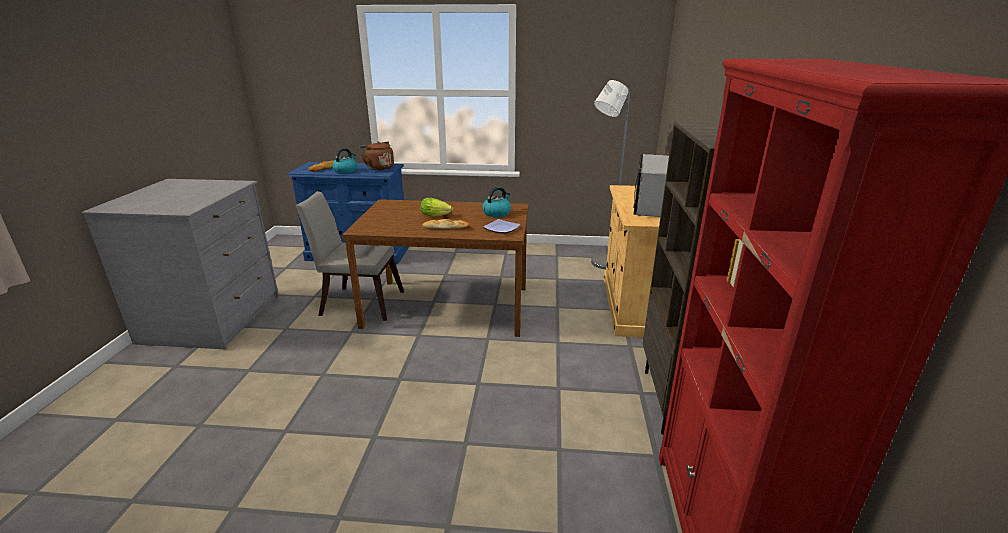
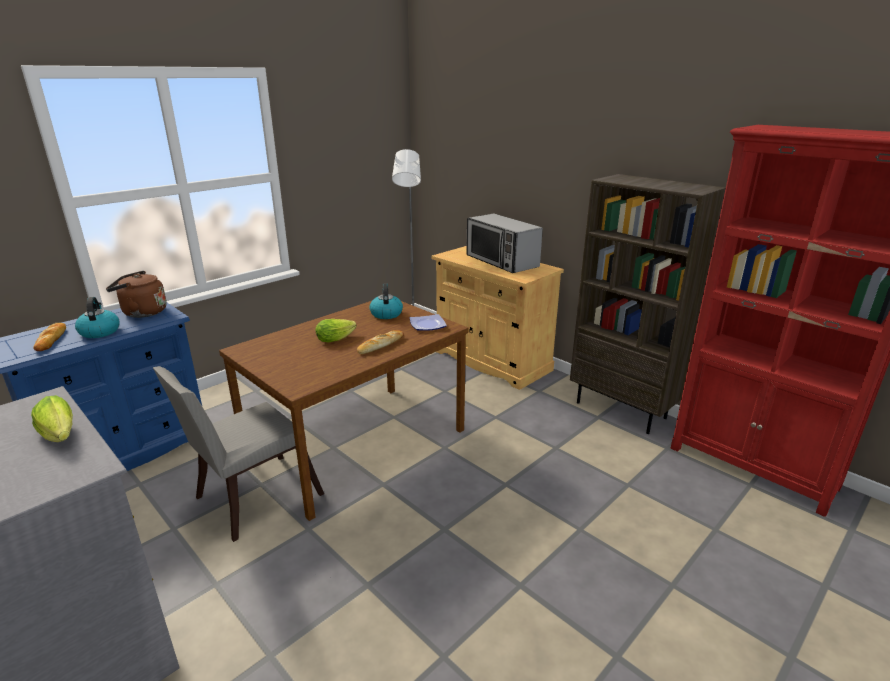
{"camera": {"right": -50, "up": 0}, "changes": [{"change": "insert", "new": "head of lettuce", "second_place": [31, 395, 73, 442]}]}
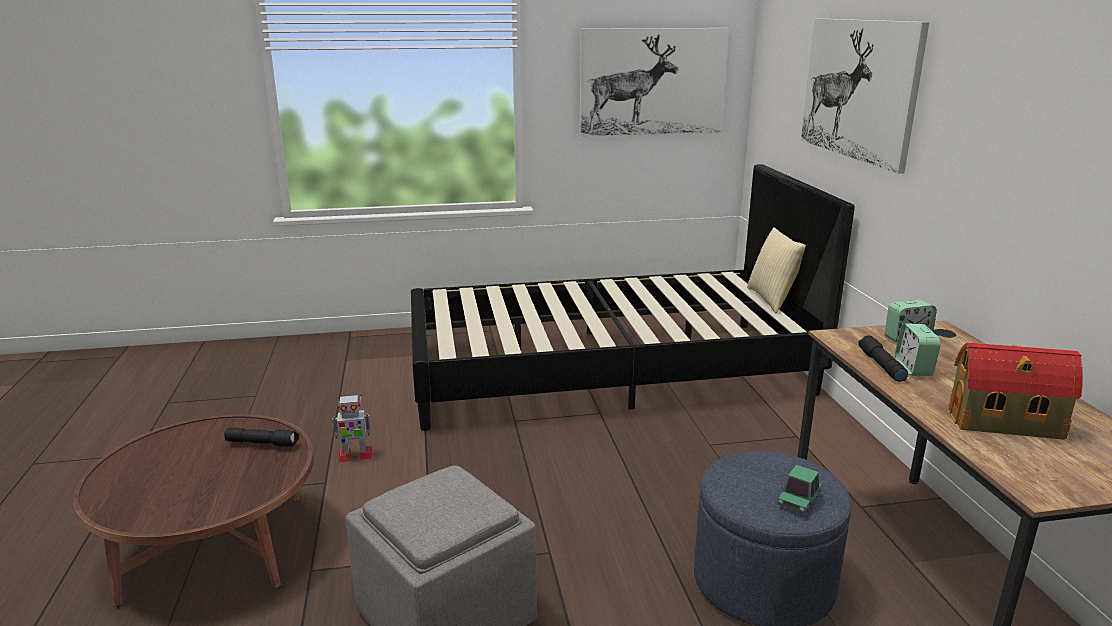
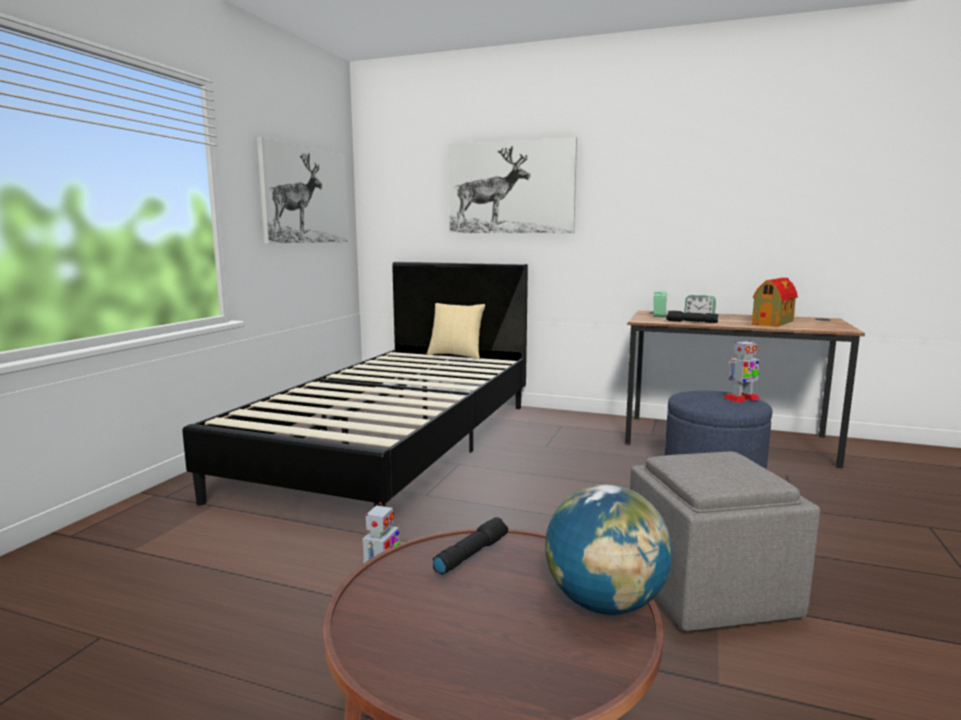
{"camera": {"right": -60, "up": -10}, "changes": [{"change": "insert", "new": "globe", "second_place": [545, 484, 672, 615]}, {"change": "replace", "old": "miniature car", "new": "toy robot", "first_place": [778, 465, 822, 514], "second_place": [724, 340, 760, 403]}]}
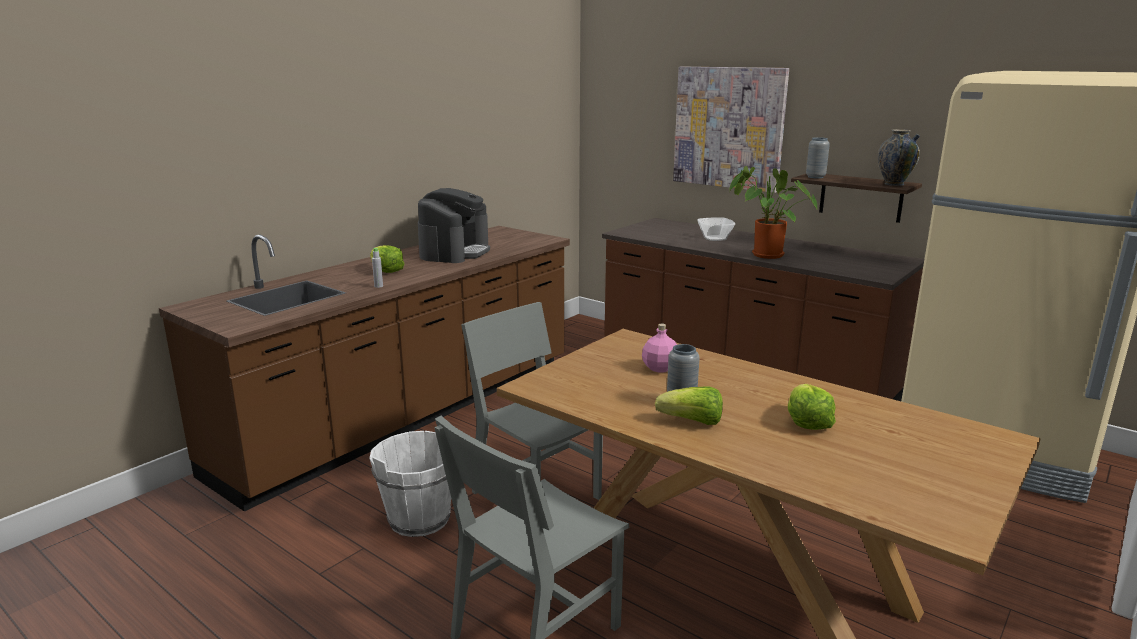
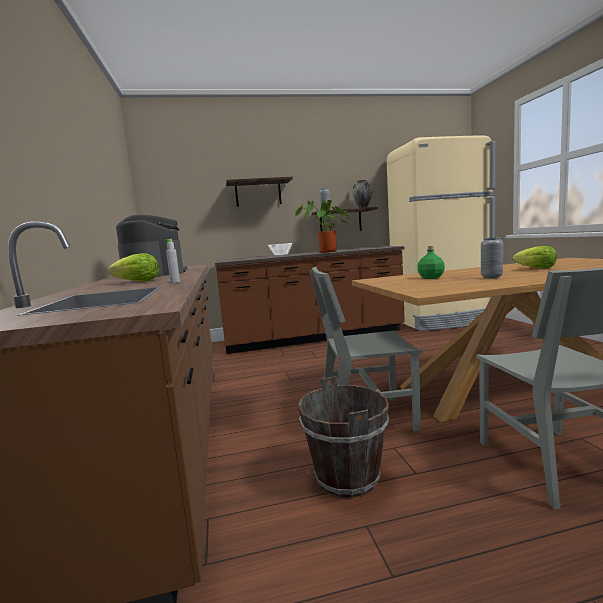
{"camera": {"right": -50, "up": -10}, "changes": [{"change": "replace", "old": "picture", "new": "wall shelf", "first_place": [673, 67, 789, 193], "second_place": [226, 177, 293, 207]}, {"change": "recolor", "old": "white bucket", "new": "brown bucket", "first_place": [369, 431, 451, 537], "second_place": [298, 376, 389, 498]}, {"change": "recolor", "old": "pink-coloured beverage bottle", "new": "green beverage bottle", "first_place": [642, 324, 677, 372], "second_place": [417, 246, 445, 279]}, {"change": "delete", "old": "head of lettuce", "first_place": [655, 387, 723, 425]}]}
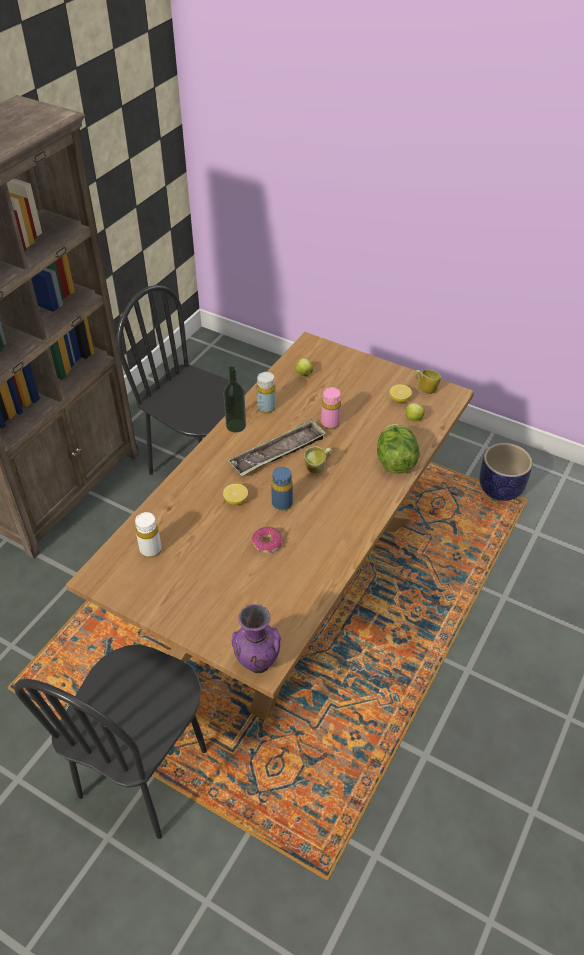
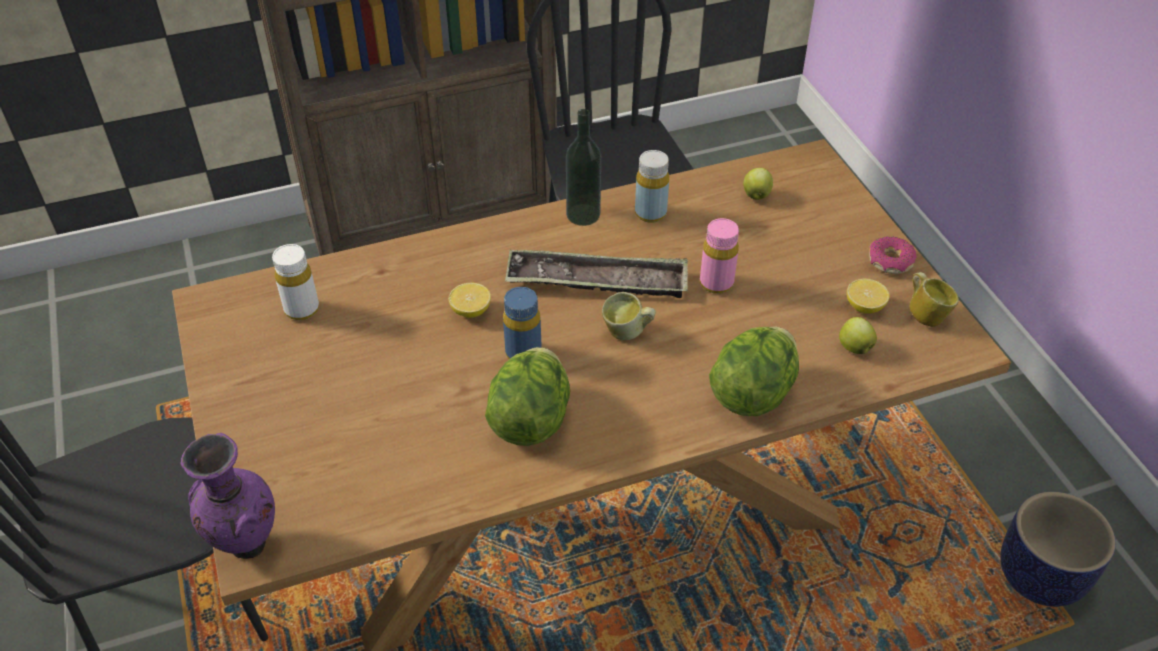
{"camera": {"right": 40, "up": 0}, "changes": [{"change": "insert", "new": "head of lettuce", "second_place": [485, 347, 570, 446]}, {"change": "move", "old": "donut", "first_place": [252, 527, 282, 553], "second_place": [869, 236, 917, 274]}]}
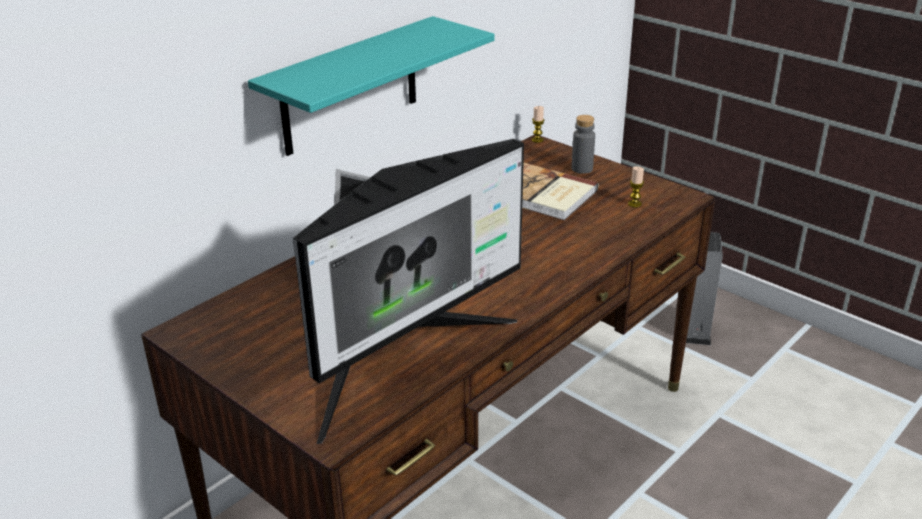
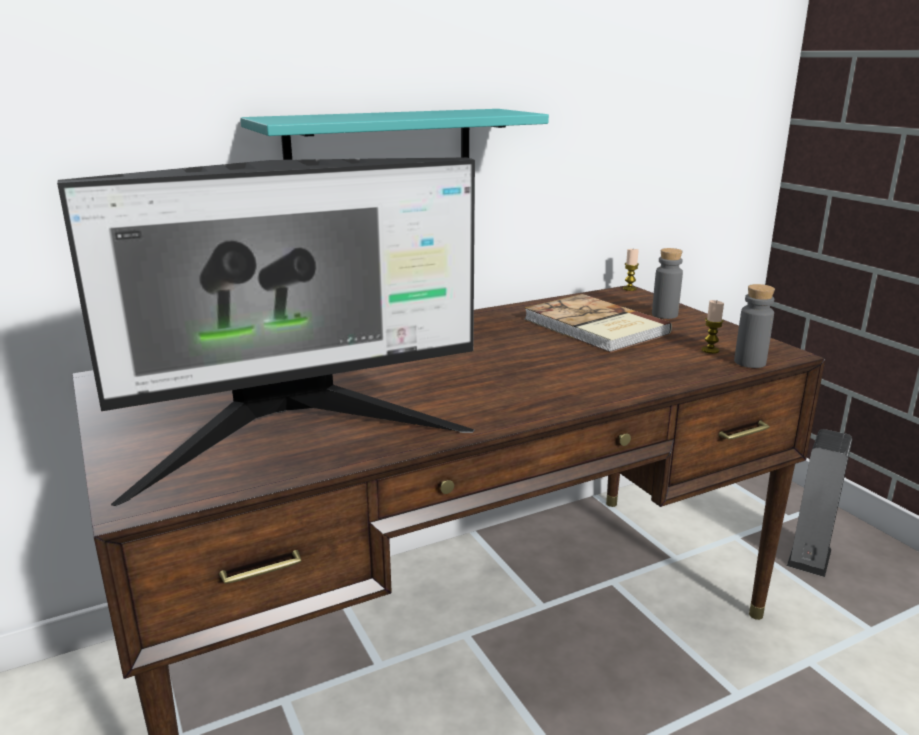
{"camera": {"right": 20, "up": -10}, "changes": [{"change": "insert", "new": "grey beverage bottle", "second_place": [734, 284, 775, 368]}]}
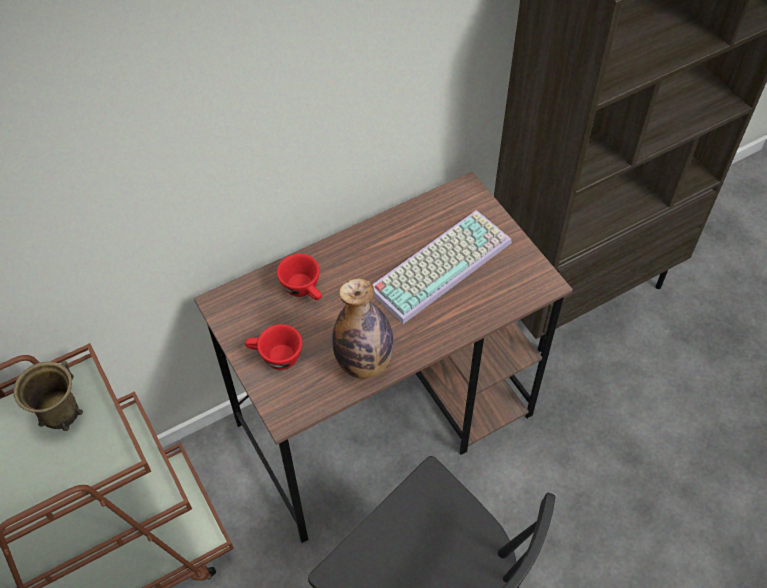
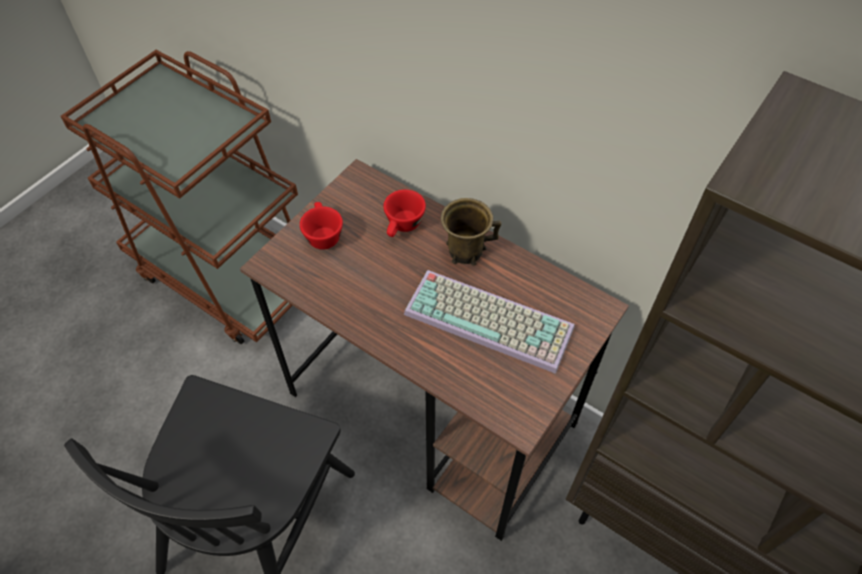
{"camera": {"right": 65, "up": 0}, "changes": [{"change": "move", "old": "brown tea mug", "first_place": [13, 361, 83, 431], "second_place": [441, 198, 501, 266]}, {"change": "delete", "old": "beverage bottle", "first_place": [332, 278, 394, 379]}]}
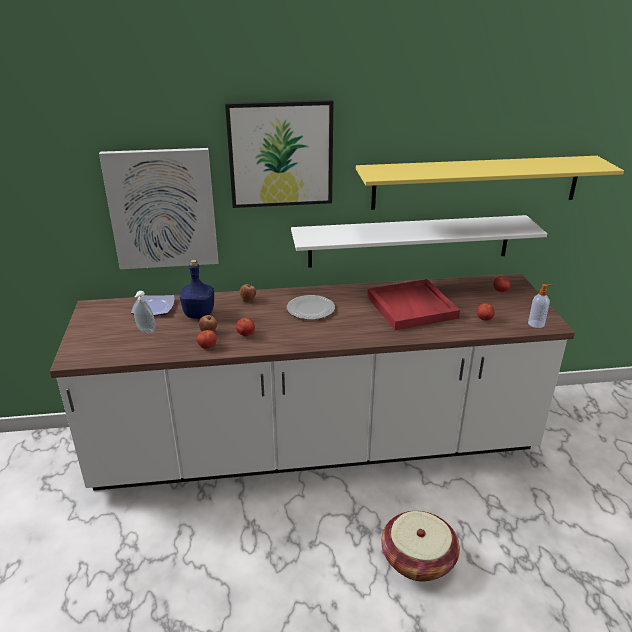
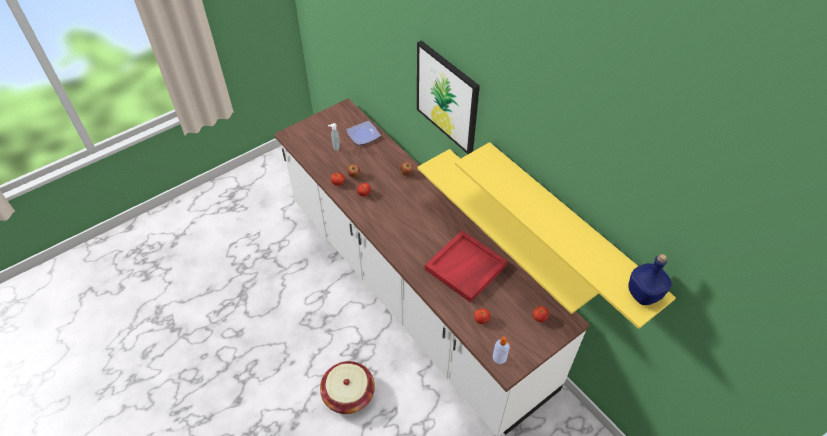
{"camera": {"right": 60, "up": 20}, "changes": [{"change": "recolor", "old": "white wall shelf", "new": "yellow wall shelf", "first_place": [291, 215, 547, 268], "second_place": [417, 149, 599, 314]}, {"change": "move", "old": "blue-coloured beverage bottle", "first_place": [180, 260, 214, 319], "second_place": [628, 254, 672, 305]}, {"change": "delete", "old": "picture", "first_place": [99, 148, 218, 269]}, {"change": "delete", "old": "plate", "first_place": [287, 295, 335, 320]}]}
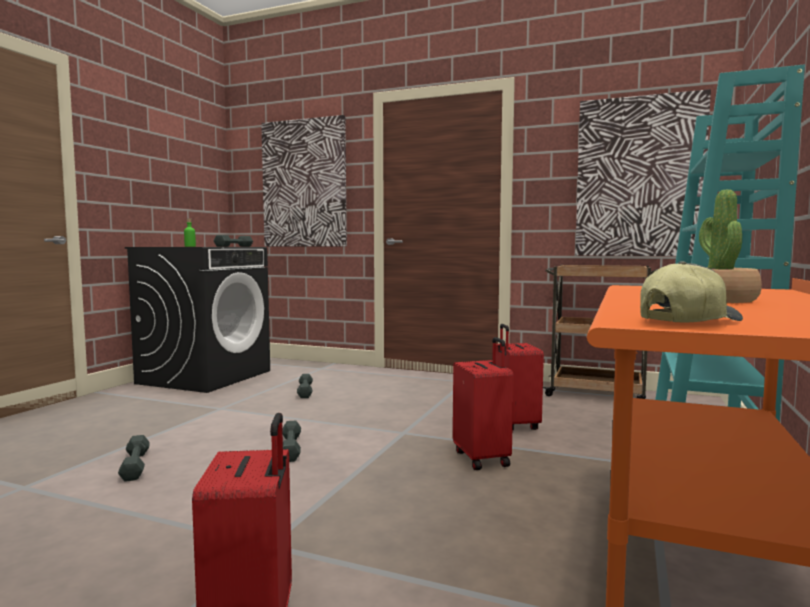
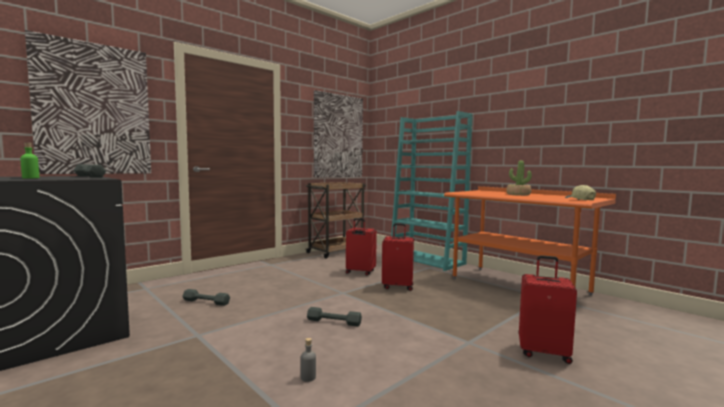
{"camera": {"right": -65, "up": 0}, "changes": [{"change": "replace", "old": "grey dumbbell", "new": "grey beverage bottle", "first_place": [118, 435, 150, 482], "second_place": [301, 338, 316, 382]}]}
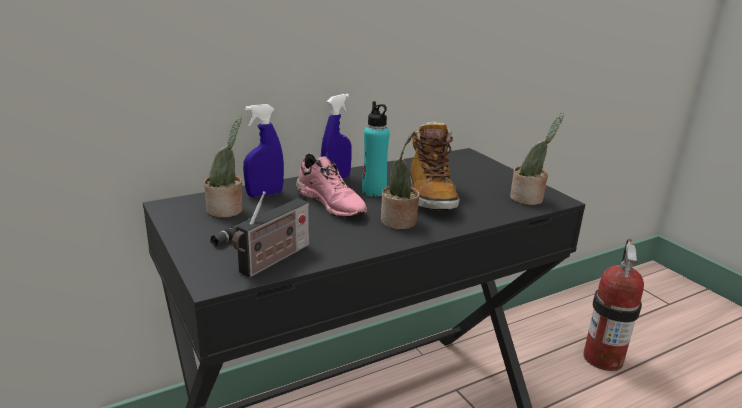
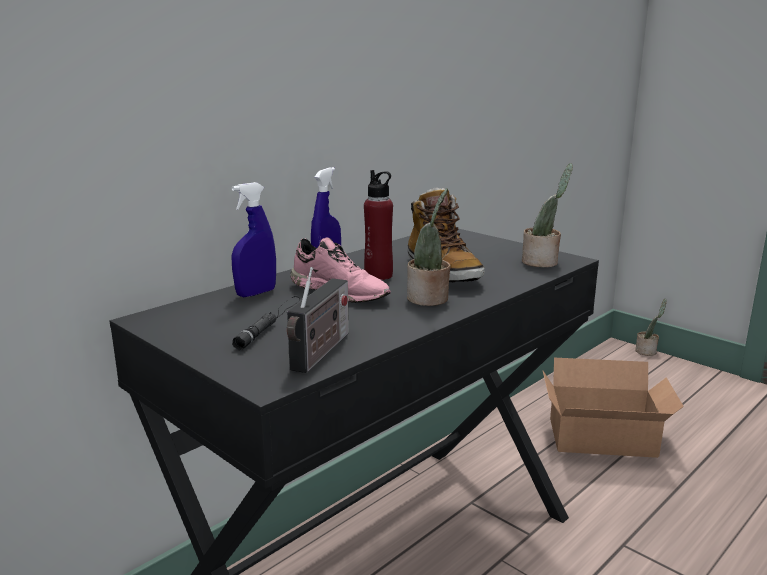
{"camera": {"right": -15, "up": -5}, "changes": [{"change": "recolor", "old": "turquoise beverage bottle", "new": "reddish beverage bottle", "first_place": [362, 101, 390, 197], "second_place": [364, 170, 393, 280]}, {"change": "replace", "old": "fire extinguisher", "new": "packing box", "first_place": [583, 238, 644, 371], "second_place": [543, 358, 684, 458]}, {"change": "move", "old": "plant in a pot", "first_place": [204, 115, 243, 218], "second_place": [635, 299, 667, 356]}]}
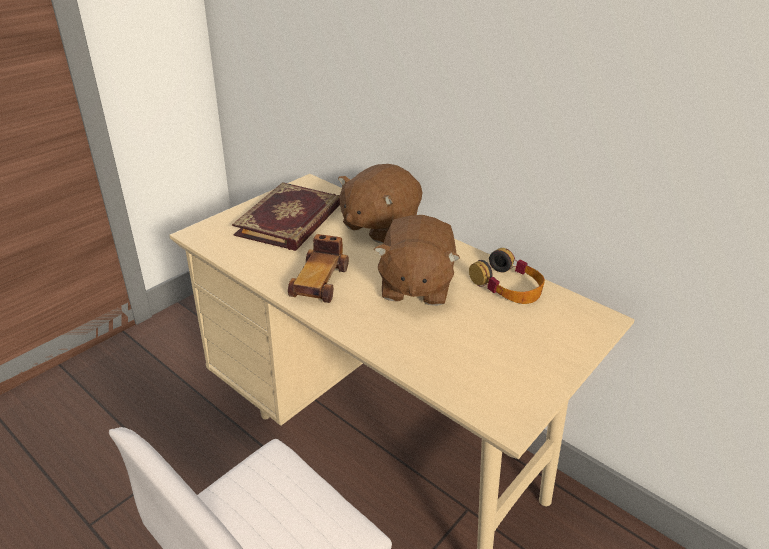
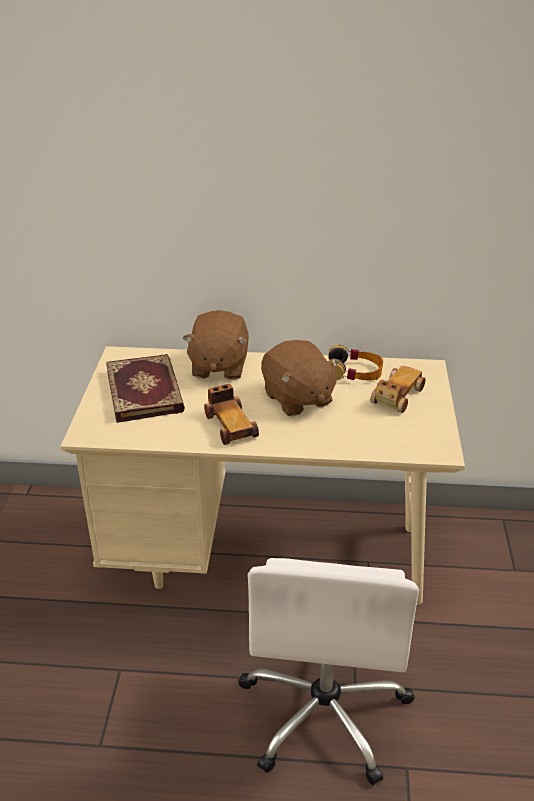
{"camera": {"right": -35, "up": 0}, "changes": [{"change": "insert", "new": "miniature car", "second_place": [370, 366, 425, 413]}]}
